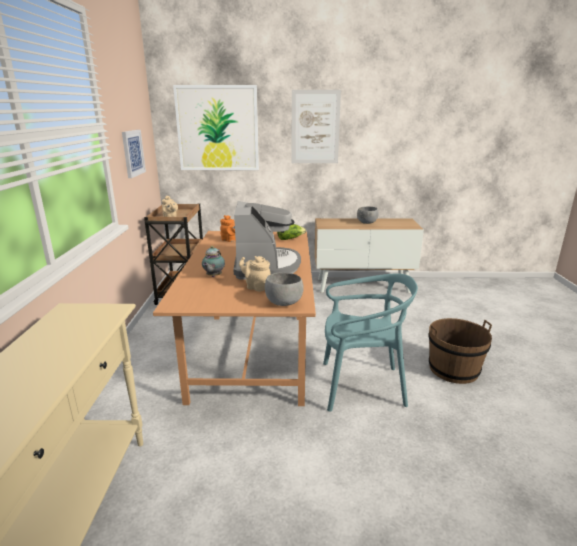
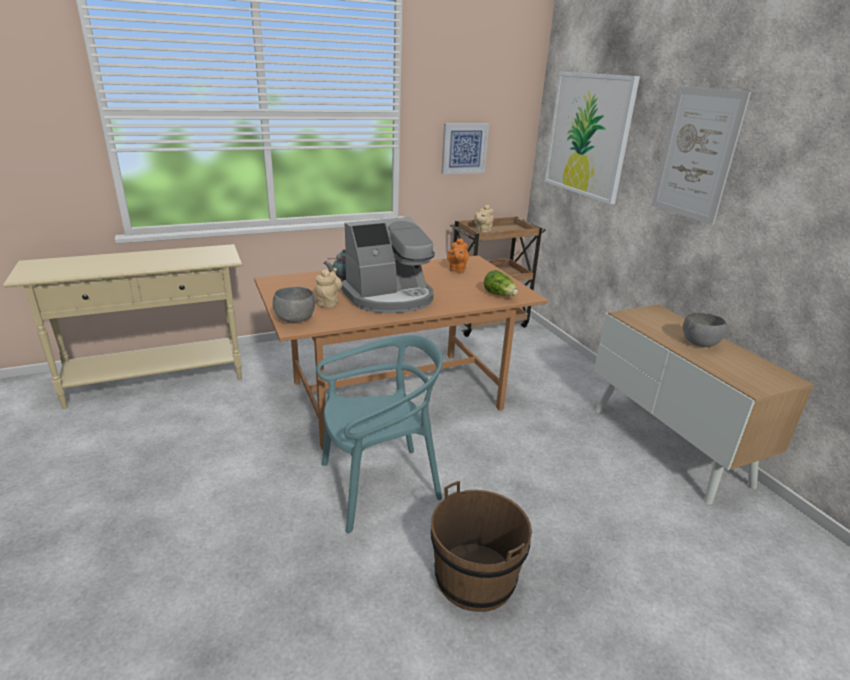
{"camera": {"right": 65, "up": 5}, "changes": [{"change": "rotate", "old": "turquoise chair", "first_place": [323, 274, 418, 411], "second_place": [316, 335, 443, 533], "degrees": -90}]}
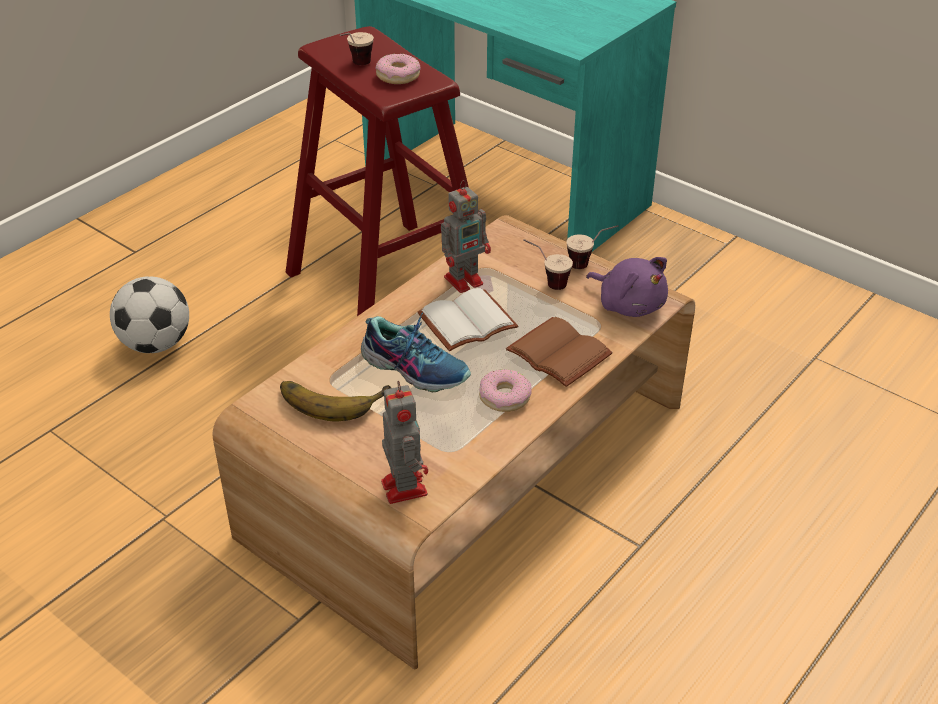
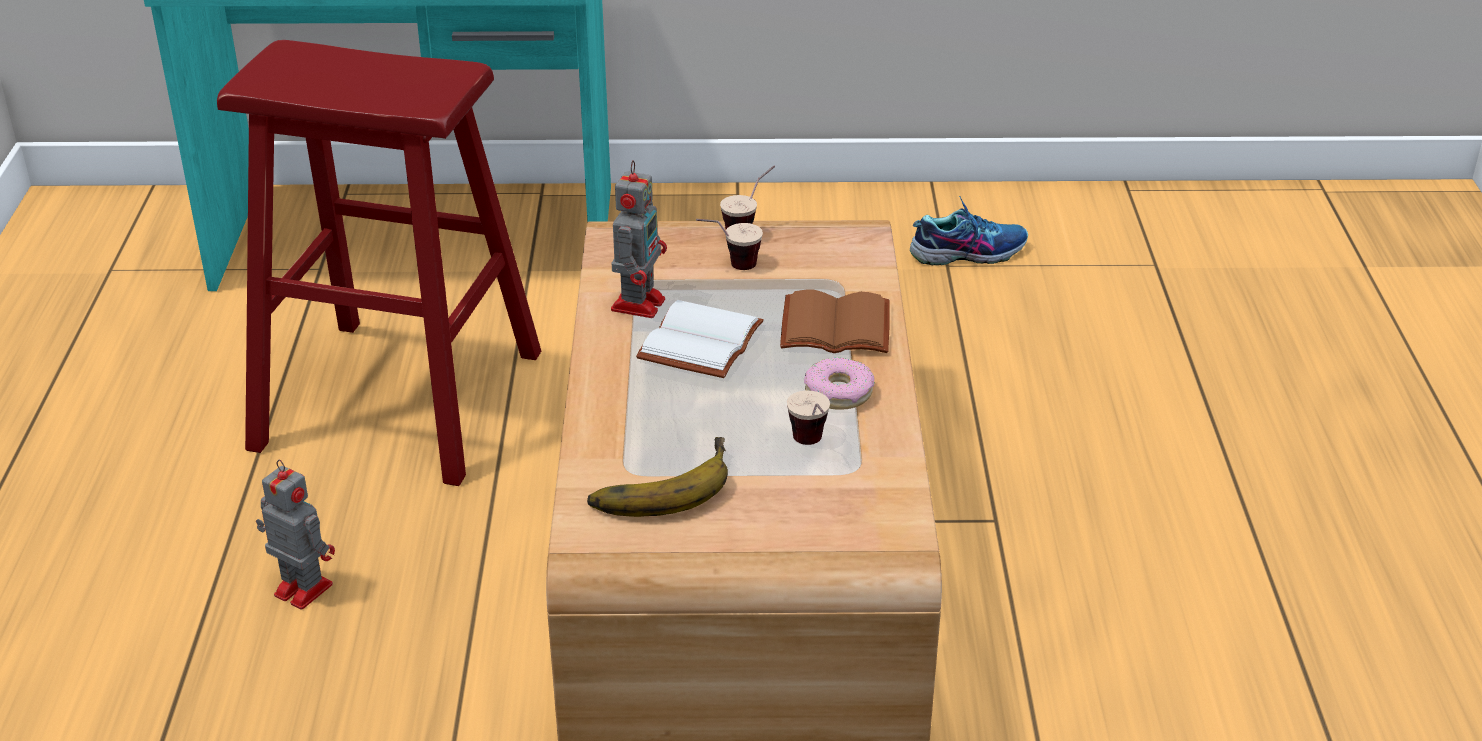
{"camera": {"right": -40, "up": -5}, "changes": [{"change": "move", "old": "toy robot", "first_place": [381, 381, 428, 504], "second_place": [256, 460, 335, 610]}, {"change": "move", "old": "drinking cup", "first_place": [340, 32, 374, 65], "second_place": [787, 391, 830, 445]}, {"change": "move", "old": "low shoe", "first_place": [361, 313, 471, 392], "second_place": [910, 196, 1028, 265]}, {"change": "delete", "old": "ball for football", "first_place": [110, 276, 189, 353]}, {"change": "delete", "old": "donut", "first_place": [375, 54, 421, 84]}, {"change": "delete", "old": "purple soft toy", "first_place": [586, 257, 668, 317]}]}
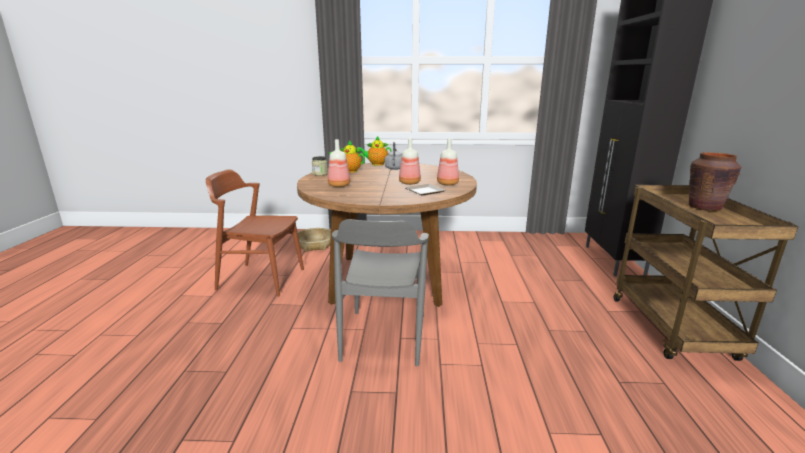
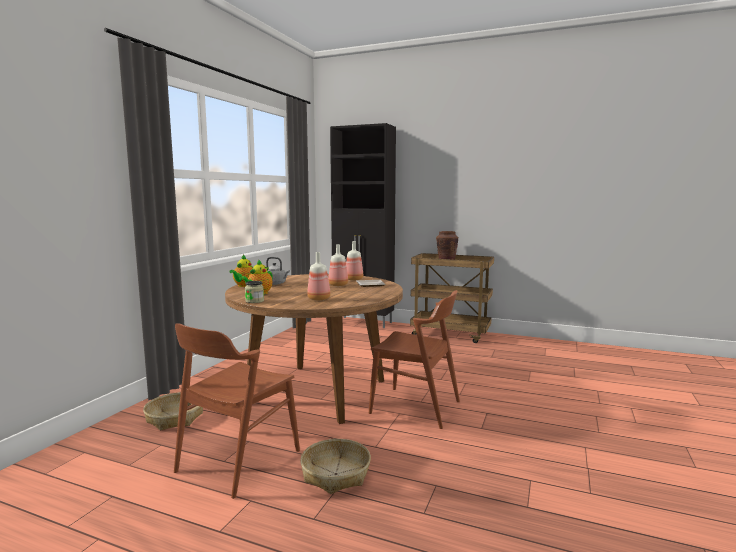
{"camera": {"right": -70, "up": -10}, "changes": [{"change": "insert", "new": "storage basket", "second_place": [300, 439, 371, 494]}, {"change": "recolor", "old": "grey chair", "new": "brown chair", "first_place": [332, 219, 429, 366], "second_place": [369, 290, 460, 429]}]}
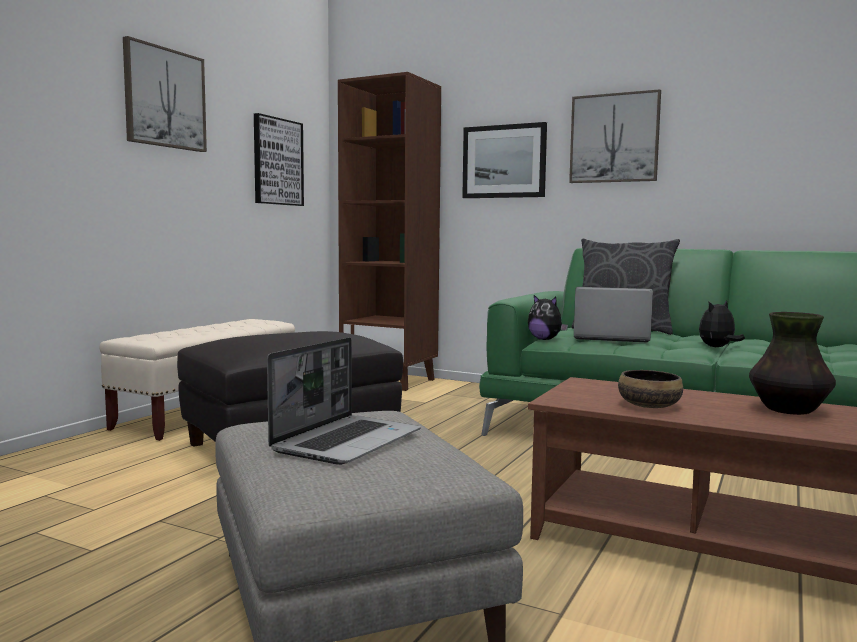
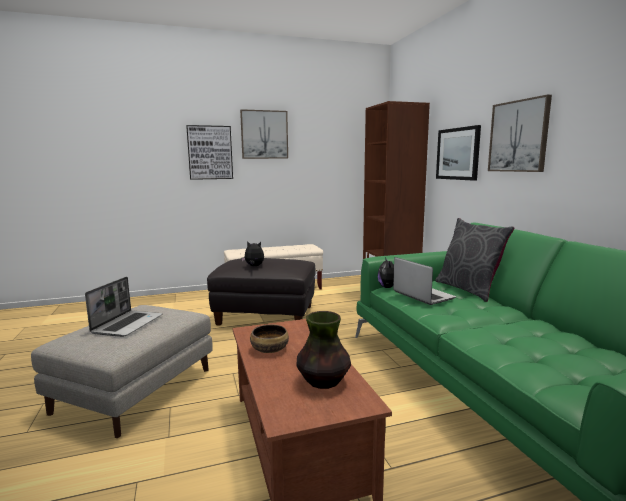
{"camera": {"right": 45, "up": 5}, "changes": [{"change": "rotate", "old": "notebook computer", "first_place": [267, 337, 421, 465], "second_place": [85, 277, 163, 337], "degrees": -60}, {"change": "move", "old": "picture", "first_place": [254, 113, 304, 206], "second_place": [186, 125, 233, 180]}, {"change": "move", "old": "soft toy", "first_place": [699, 300, 745, 347], "second_place": [241, 241, 264, 266]}]}
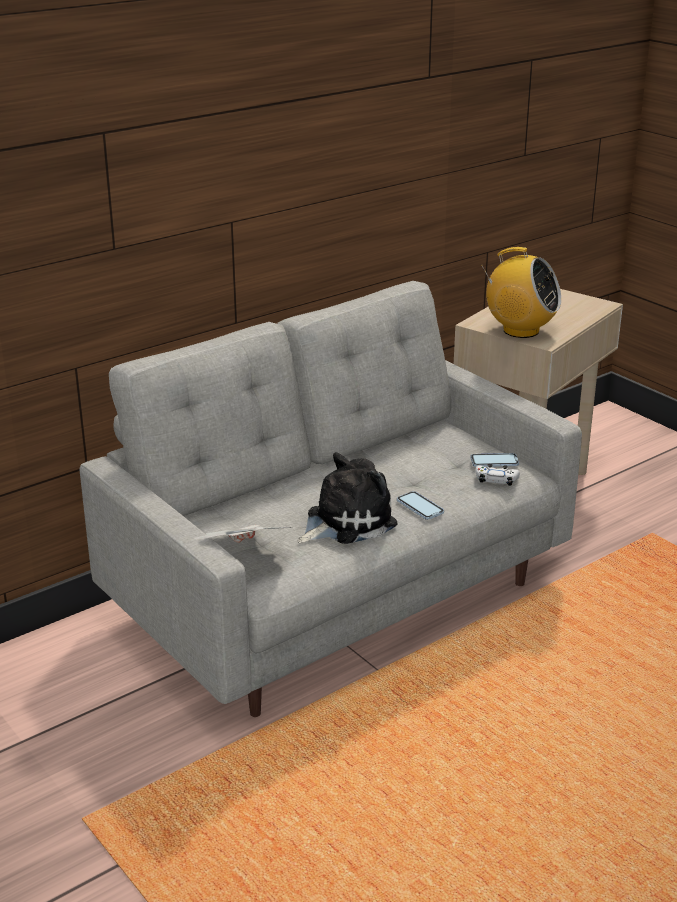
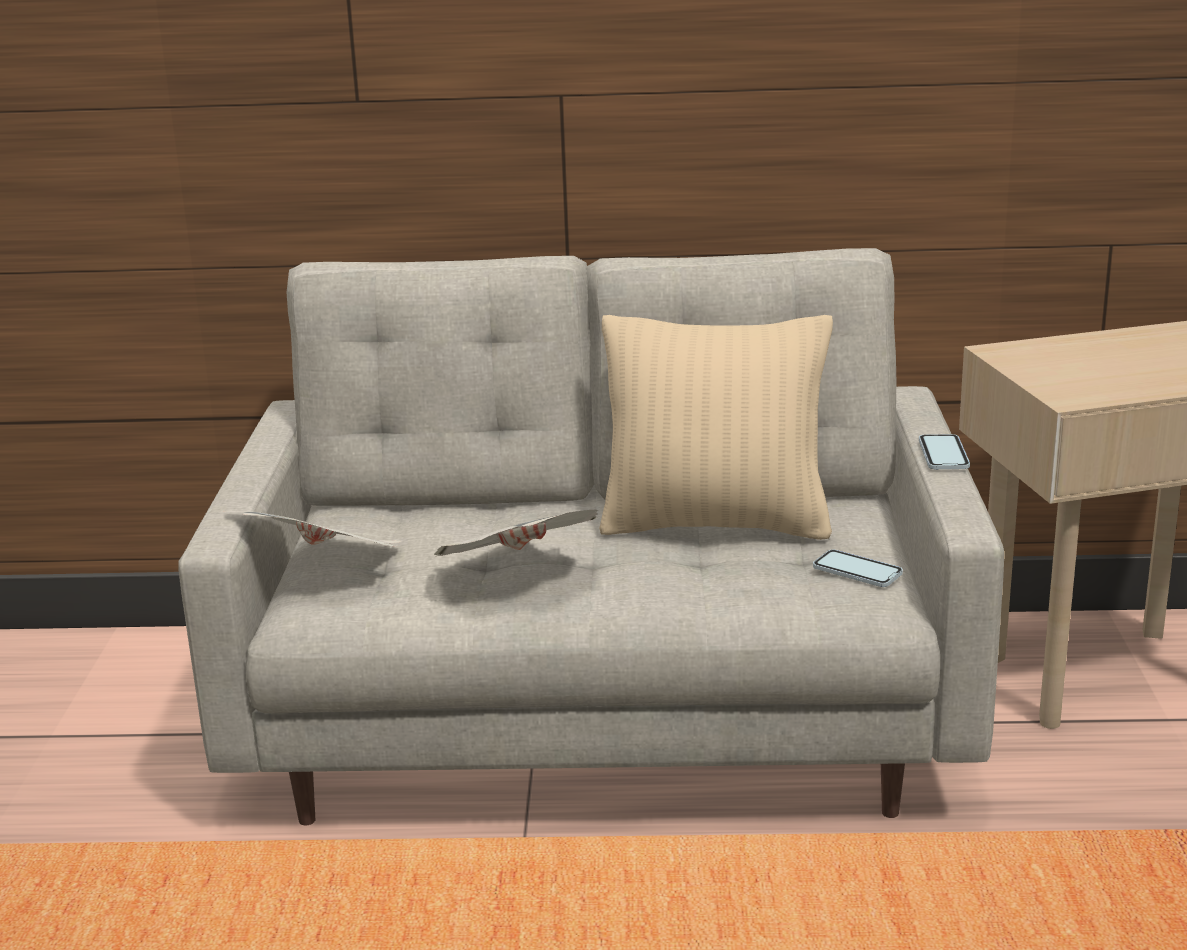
{"camera": {"right": 40, "up": -5}, "changes": [{"change": "replace", "old": "soft toy", "new": "newspaper", "first_place": [298, 452, 397, 544], "second_place": [434, 510, 598, 556]}, {"change": "insert", "new": "beige cushion", "second_place": [599, 315, 833, 540]}, {"change": "move", "old": "handset", "first_place": [397, 491, 444, 520], "second_place": [919, 434, 970, 470]}, {"change": "delete", "old": "white game controller", "first_place": [475, 464, 520, 486]}, {"change": "delete", "old": "radio set", "first_place": [481, 247, 561, 338]}]}
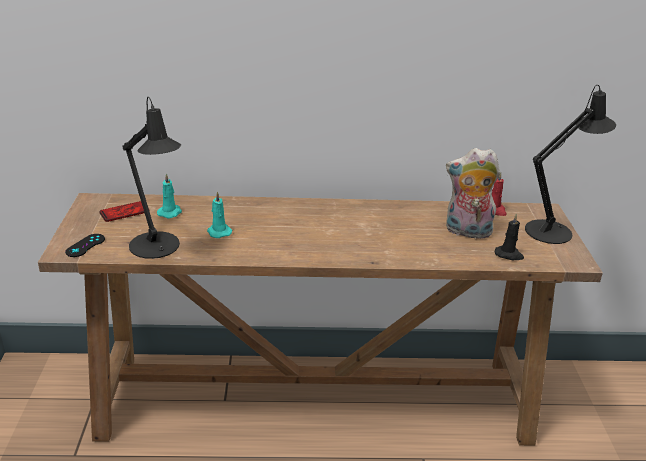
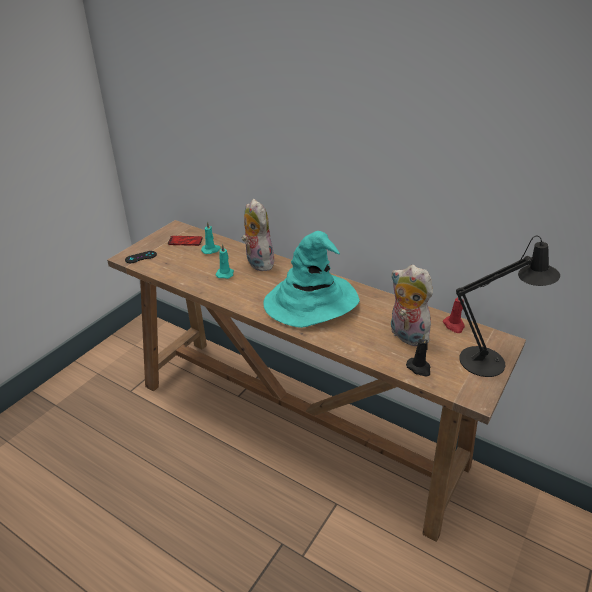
{"camera": {"right": 35, "up": 5}, "changes": [{"change": "insert", "new": "soft toy", "second_place": [242, 199, 274, 271]}, {"change": "insert", "new": "turquoise clothing hat", "second_place": [263, 231, 360, 328]}, {"change": "delete", "old": "black table lamp", "first_place": [122, 97, 181, 259]}]}
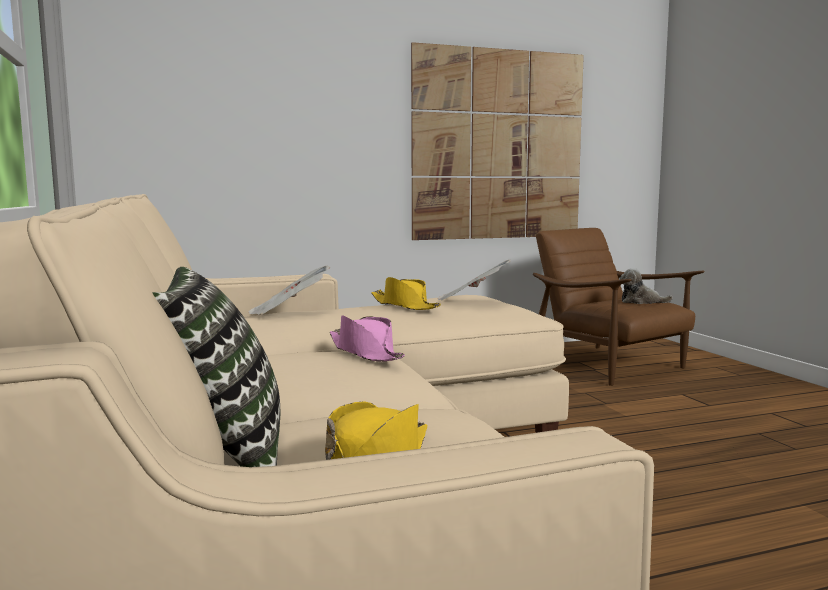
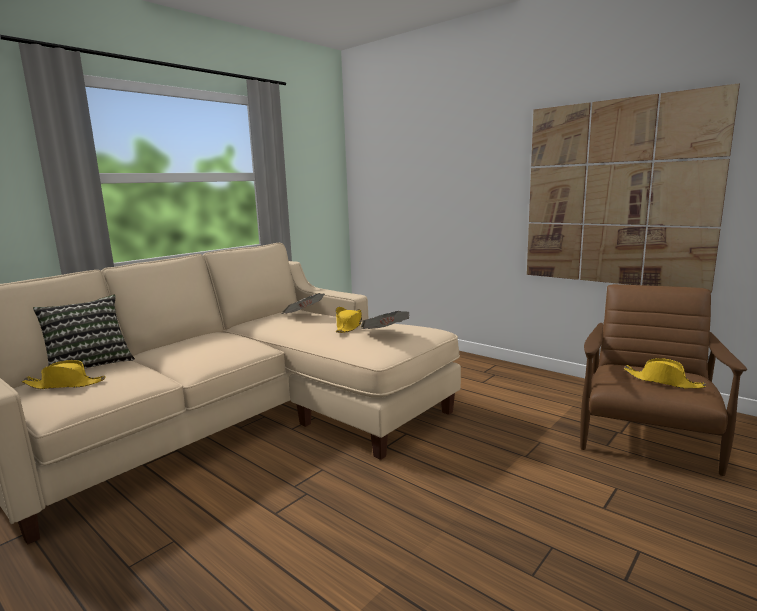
{"camera": {"right": 60, "up": 5}, "changes": [{"change": "replace", "old": "soft toy", "new": "yellow clothing hat", "first_place": [619, 268, 673, 304], "second_place": [624, 358, 706, 389]}, {"change": "delete", "old": "pink-coloured clothing hat", "first_place": [330, 315, 405, 361]}]}
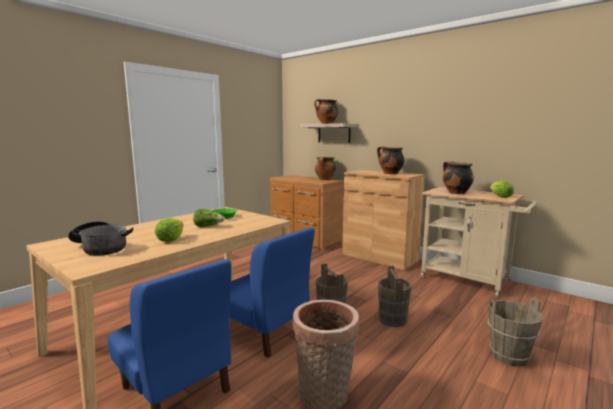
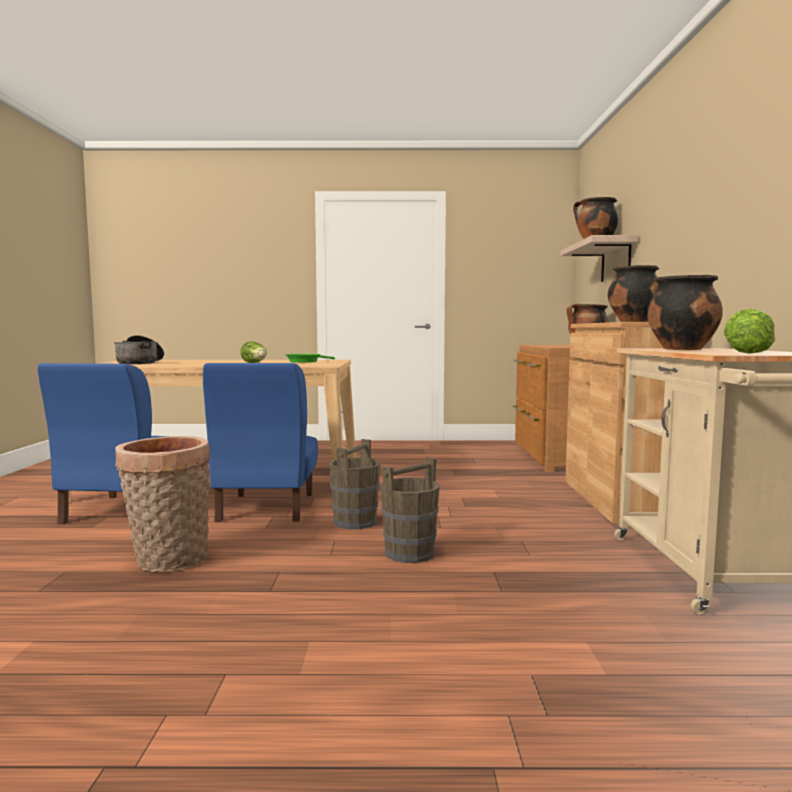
{"camera": {"right": 50, "up": -5}, "changes": [{"change": "delete", "old": "head of lettuce", "first_place": [155, 218, 183, 242]}, {"change": "delete", "old": "brown bucket", "first_place": [488, 297, 544, 367]}]}
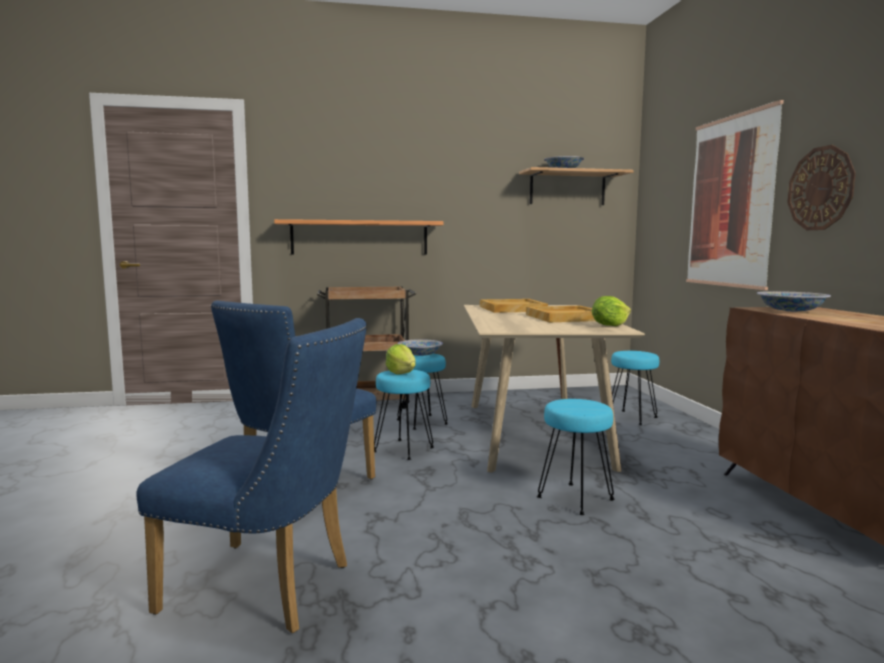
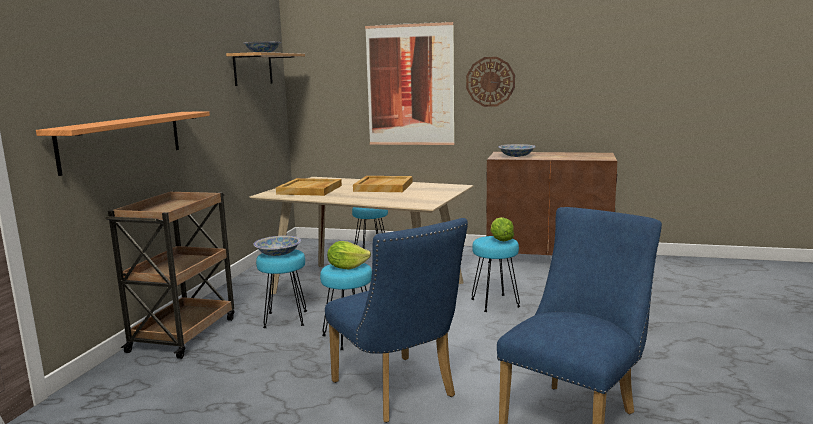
{"camera": {"right": -65, "up": 5}, "changes": [{"change": "move", "old": "head of lettuce", "first_place": [592, 296, 631, 326], "second_place": [490, 217, 514, 241]}]}
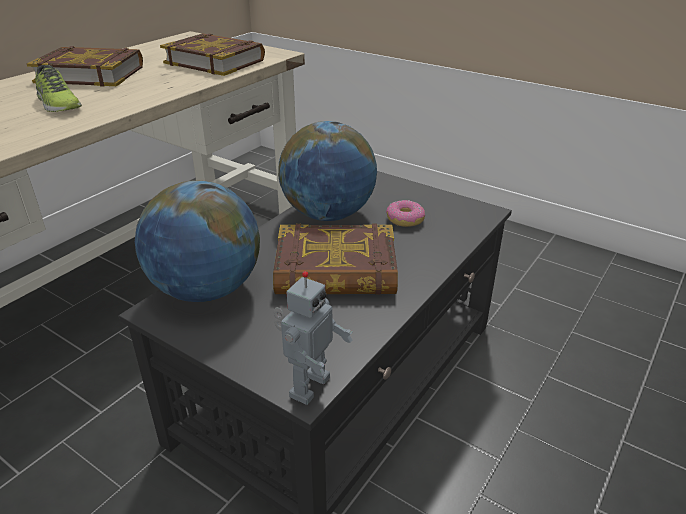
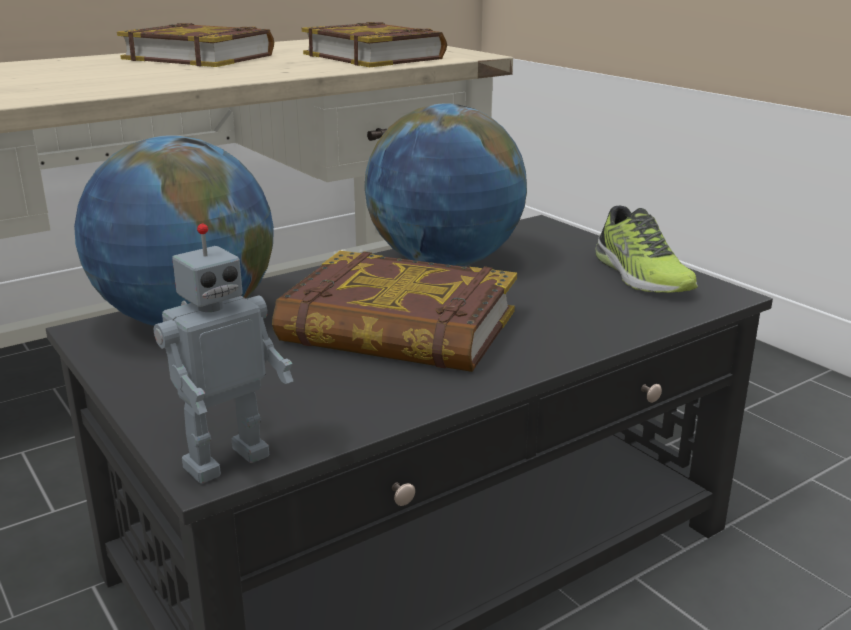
{"camera": {"right": 20, "up": -10}, "changes": [{"change": "move", "old": "low shoe", "first_place": [35, 65, 82, 112], "second_place": [596, 206, 698, 293]}, {"change": "delete", "old": "donut", "first_place": [386, 200, 425, 227]}]}
